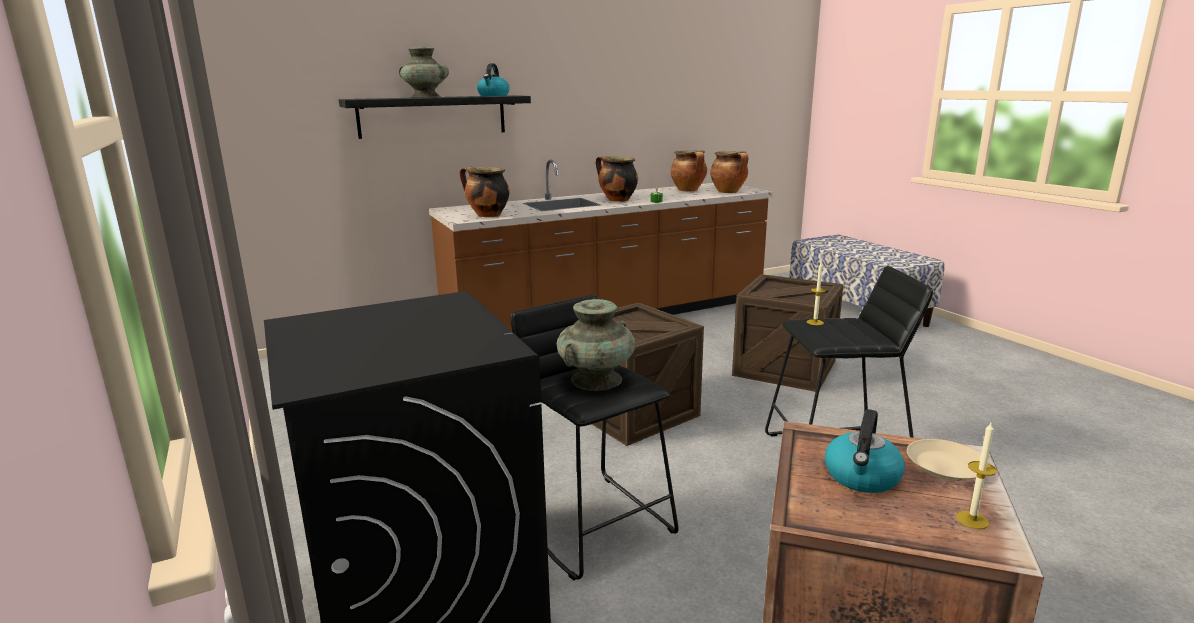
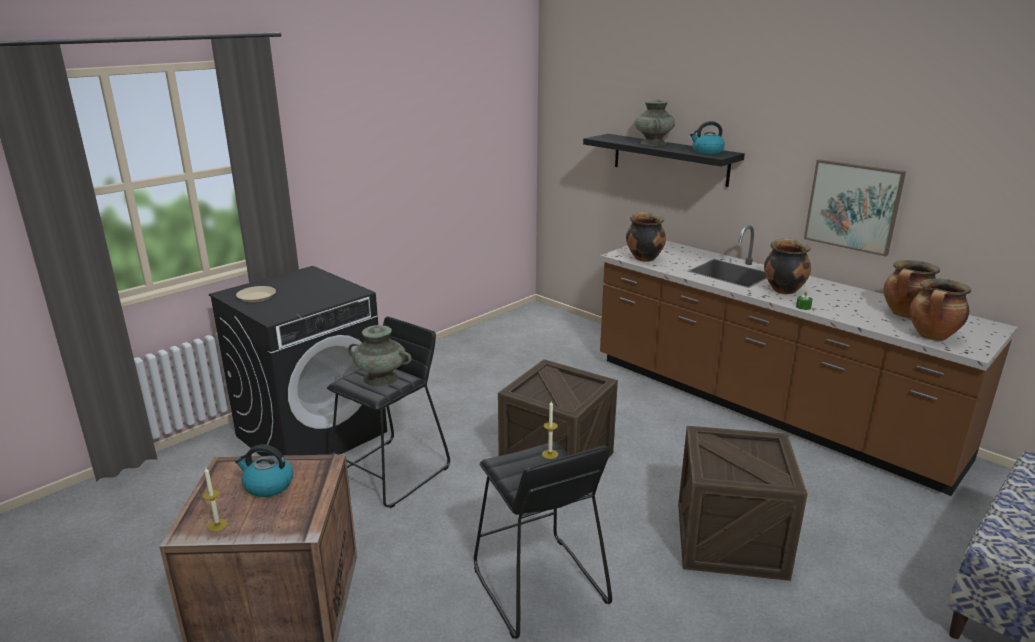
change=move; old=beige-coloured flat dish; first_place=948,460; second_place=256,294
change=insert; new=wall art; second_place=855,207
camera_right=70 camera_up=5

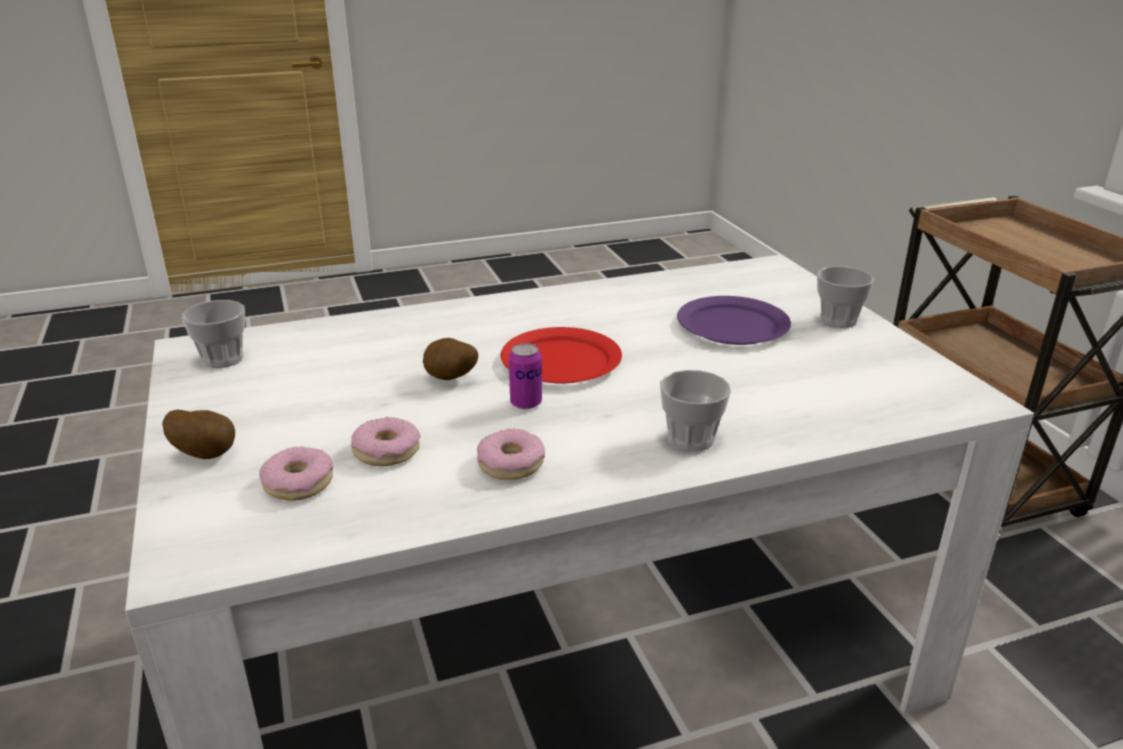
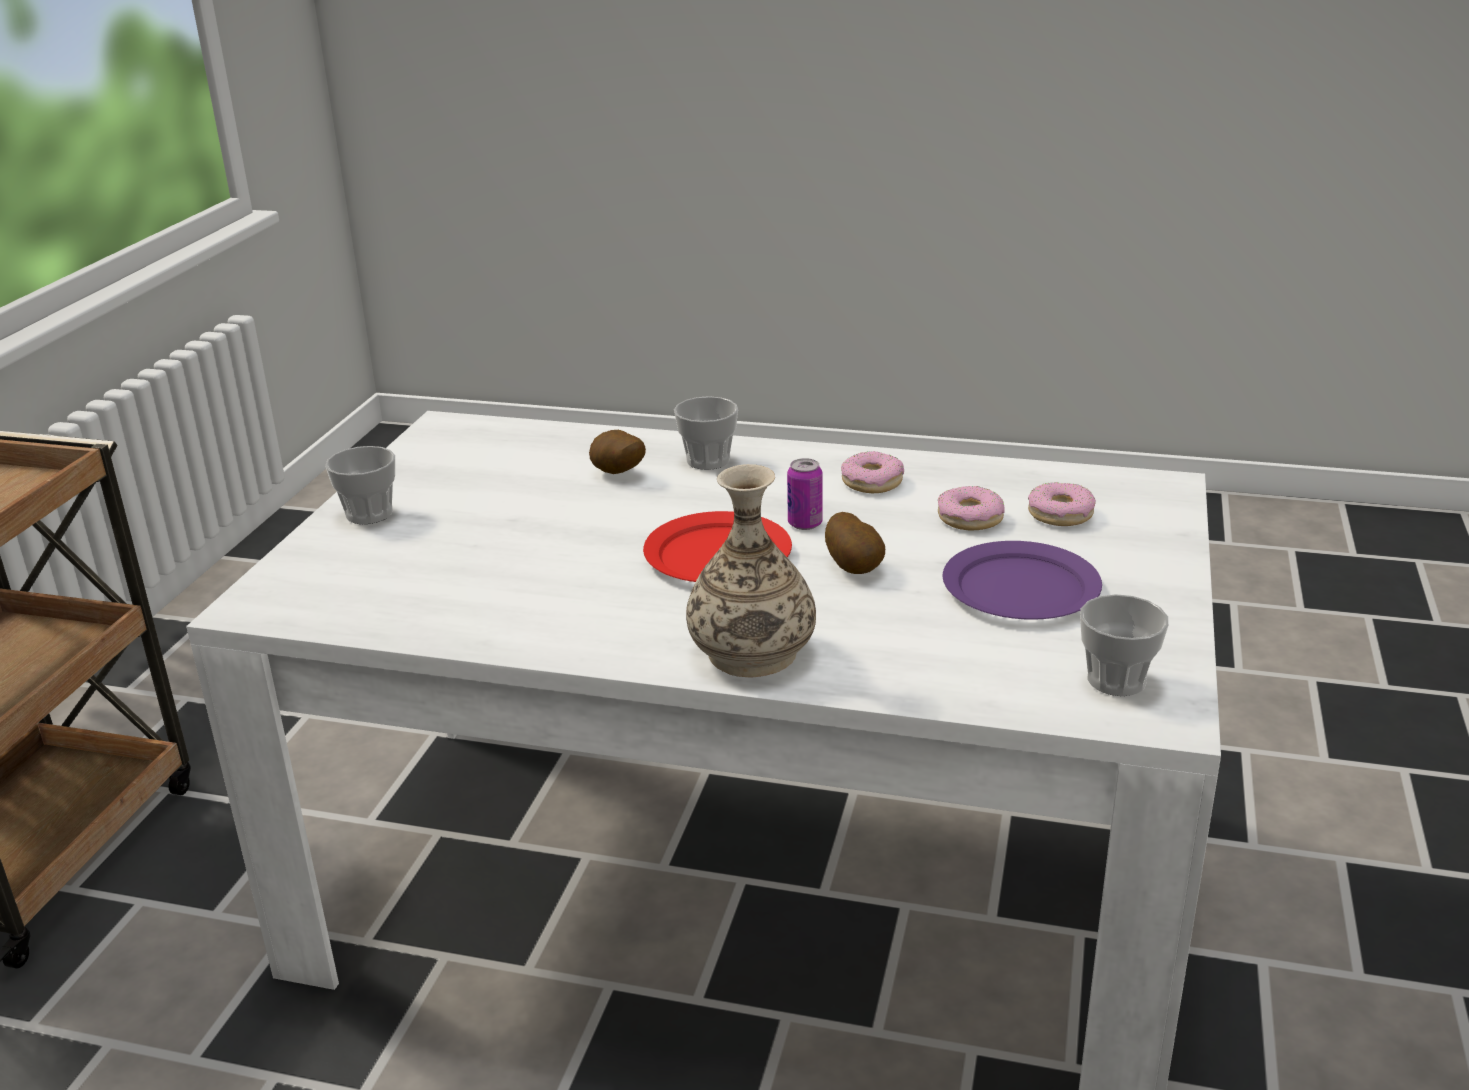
change=move; old=potato; first_place=198,434; second_place=617,452
change=move; old=purple-coloured flat dish; first_place=734,320; second_place=1022,580
change=insert; new=vase; second_place=751,571
camera_right=-145 camera_up=0

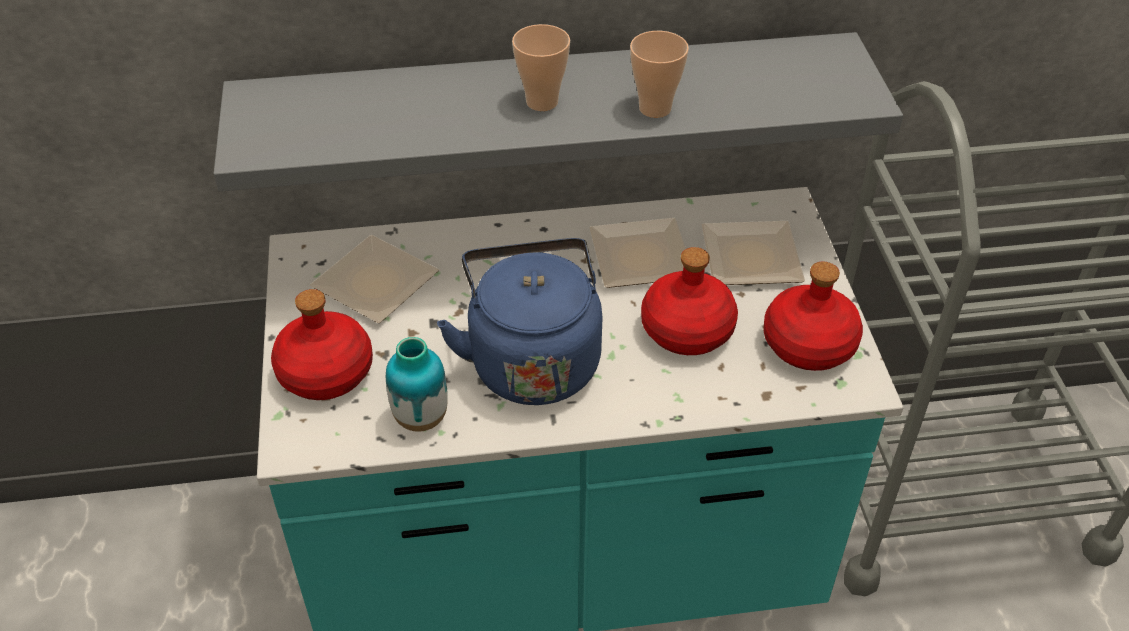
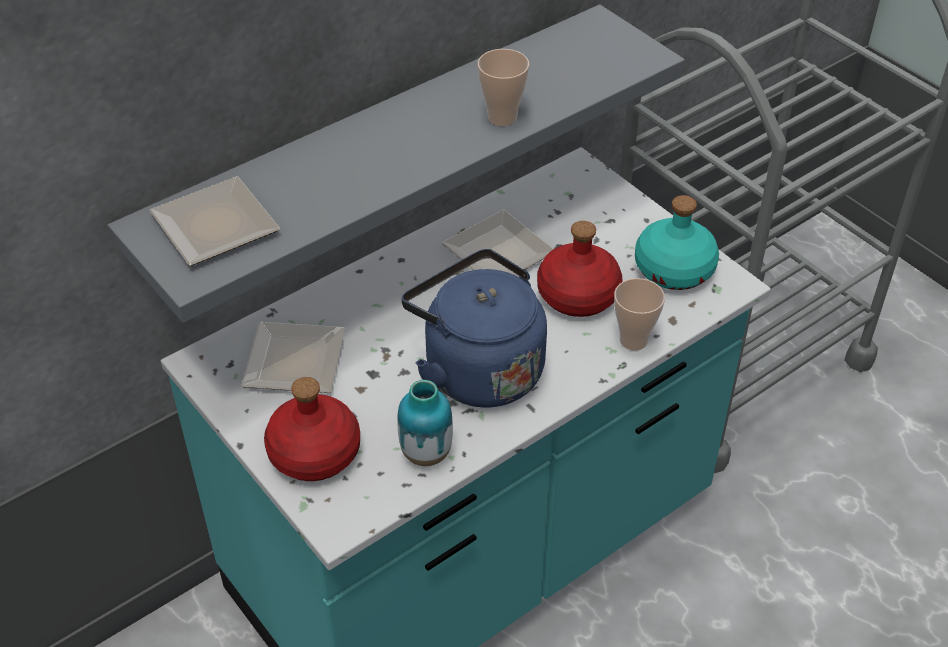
change=move; old=drinking cup; first_place=541,67; second_place=639,314
change=move; old=flat dish; first_place=753,253; second_place=214,221
change=recolor; old=red beverage bottle; new=turquoise beverage bottle; first_place=813,316; second_place=677,242
camera_right=-30 camera_up=0

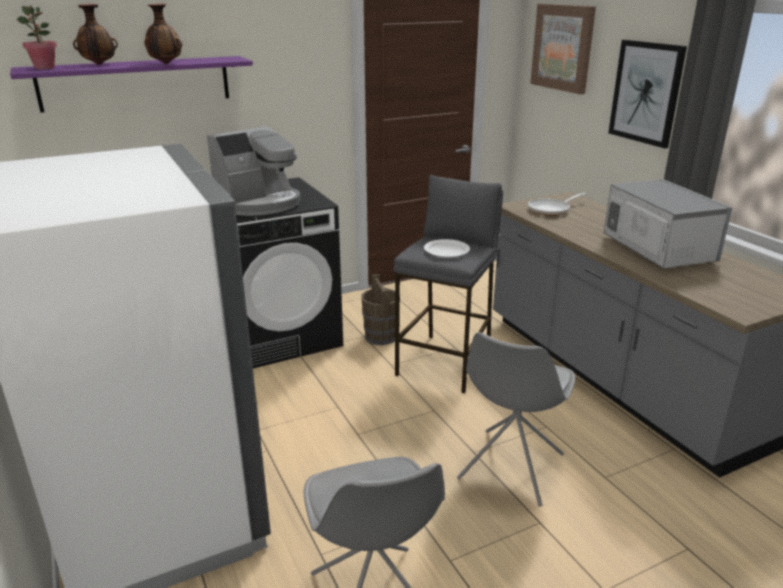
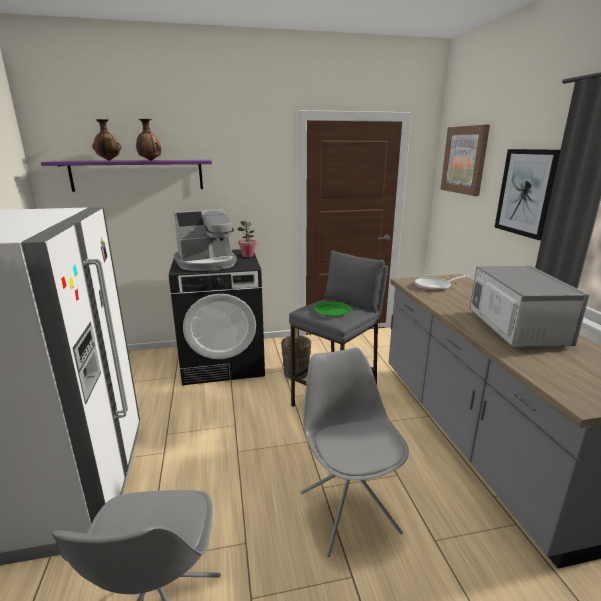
change=move; old=plant in a pot; first_place=36,37; second_place=247,239
change=recolor; old=white-coloured flat dish; new=greenish flat dish; first_place=447,248; second_place=333,309
change=rotate; old=gray plain chair; first_place=516,419; second_place=355,452; degrees=120
camera_right=15 camera_up=-5

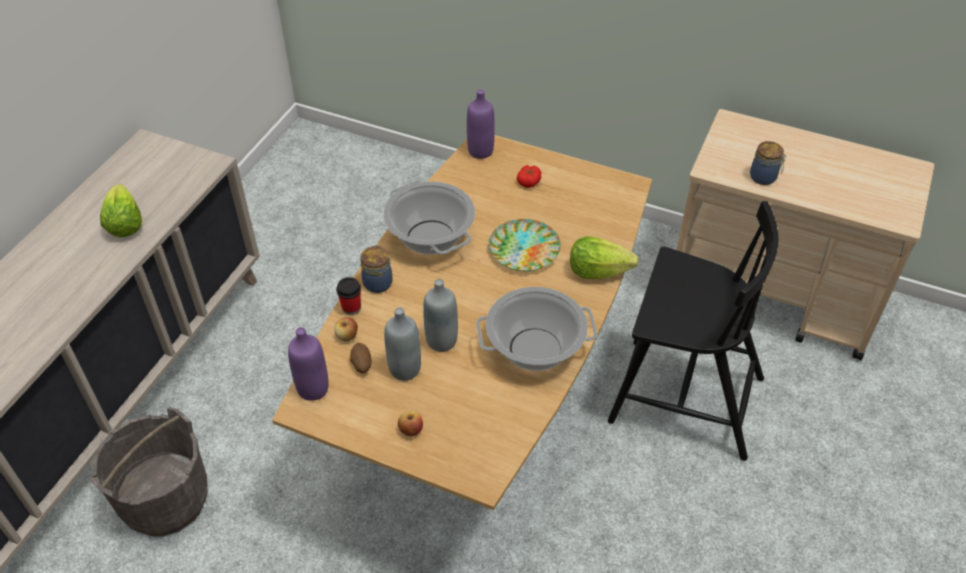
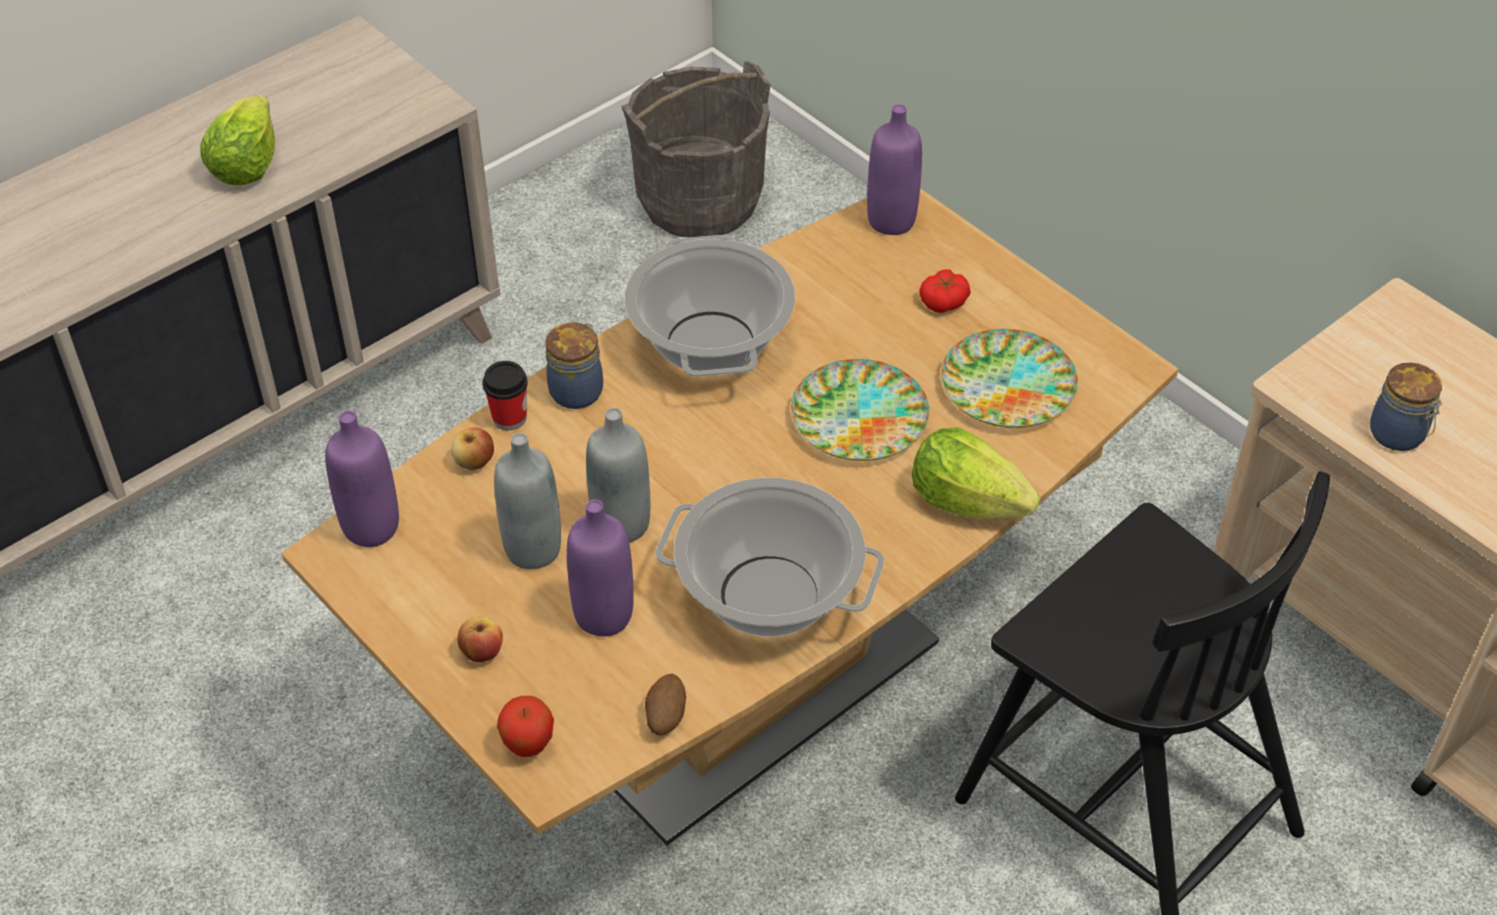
change=move; old=gray pail; first_place=148,472; second_place=696,149
change=move; old=potato; first_place=361,358; second_place=665,705
change=insert; new=whole apple; second_place=525,726
change=insert; new=purple-coloured beverage bottle; second_place=600,567
change=insert; new=flat dish; second_place=1009,378
camera_right=25 camera_up=0

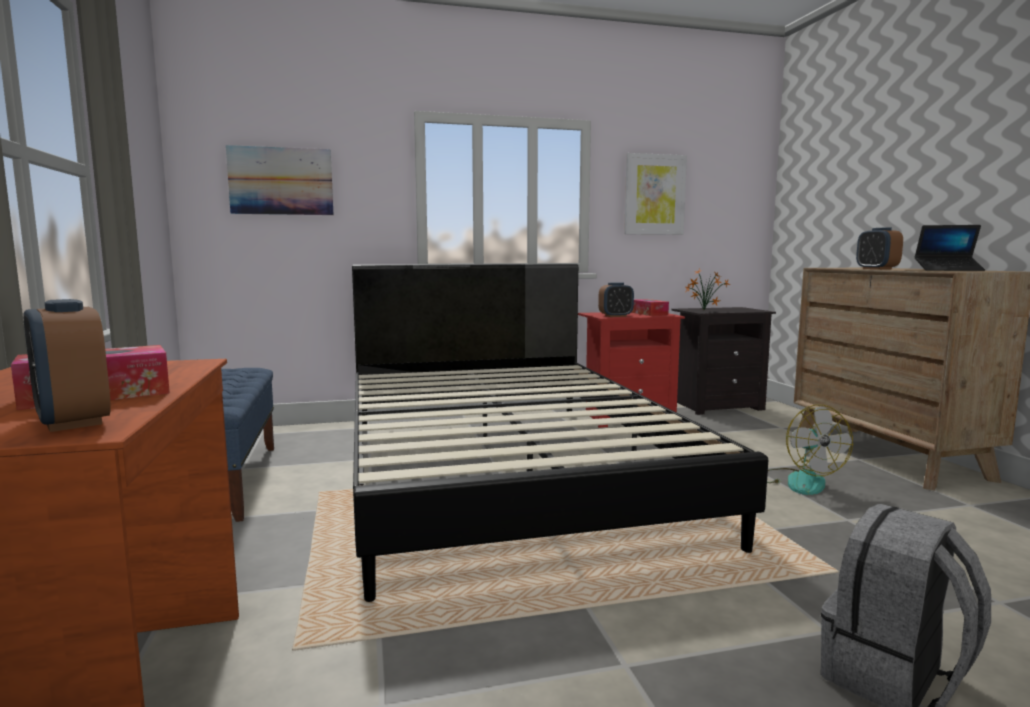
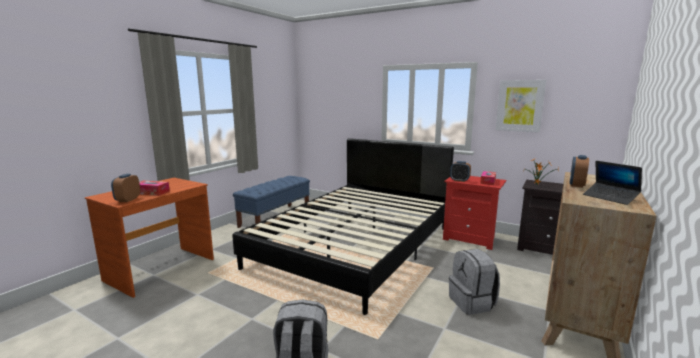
change=delete; old=wall art; first_place=280,180
change=replace; old=cooling fan; new=gray rucksack; first_place=810,450; second_place=474,282
camera_right=45 camera_up=5

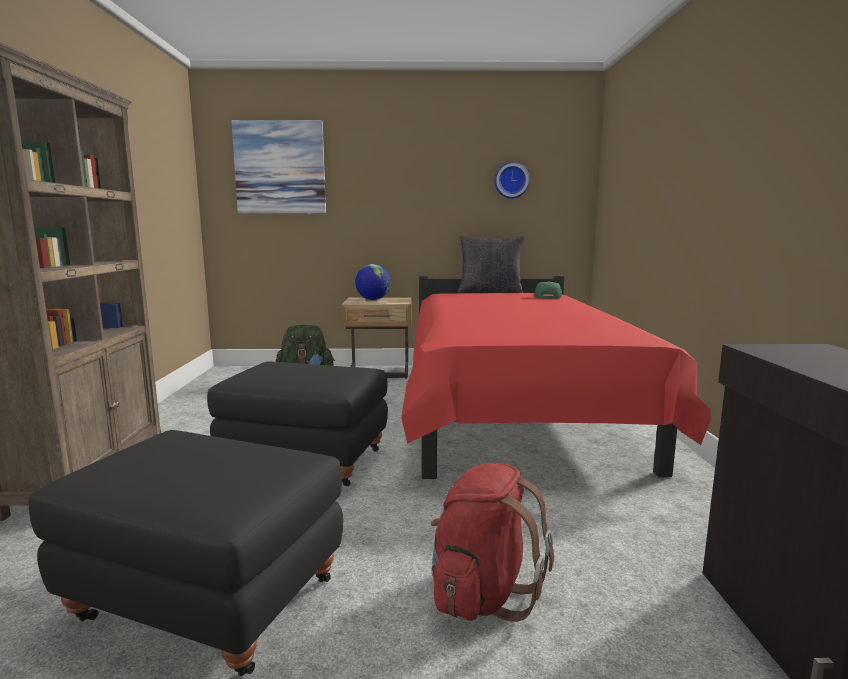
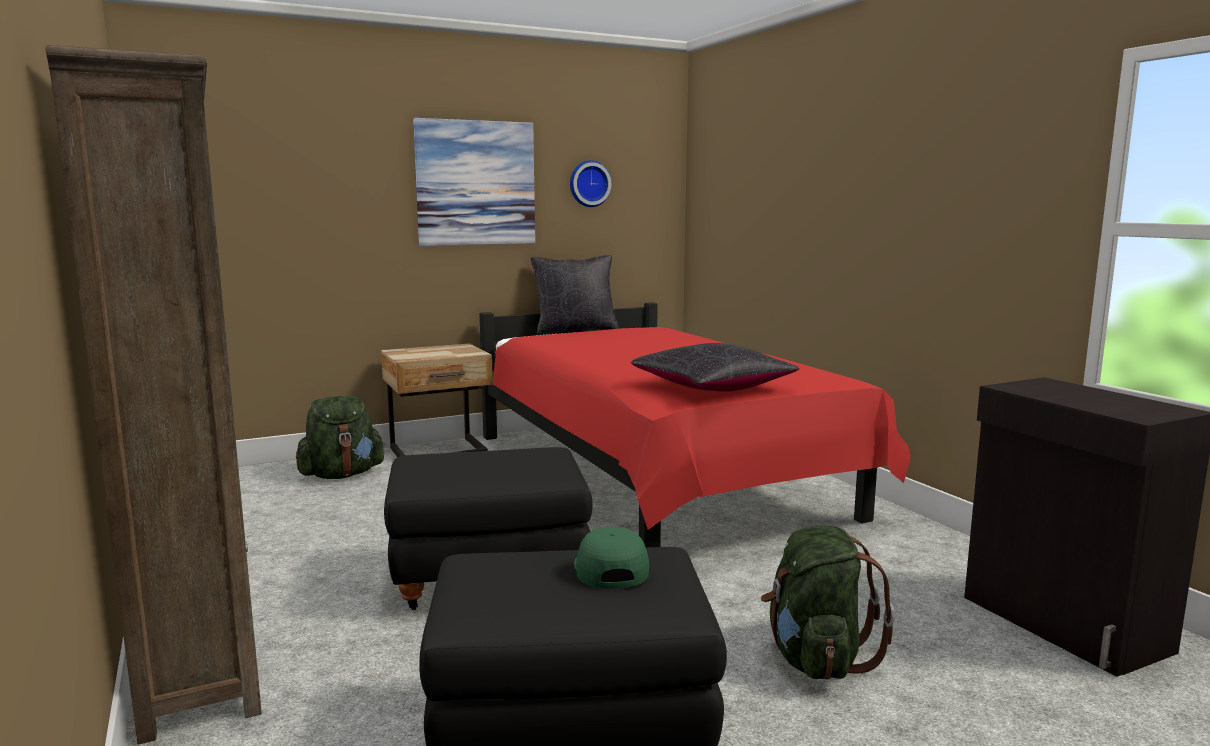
change=move; old=wall art; first_place=278,166; second_place=474,182
change=delete; old=world globe; first_place=373,282
change=recolor; old=red rucksack; new=greenish rucksack; first_place=492,542; second_place=828,602
change=move; old=greenish peaked cap; first_place=548,290; second_place=611,558
change=insert; new=black cushion; second_place=715,367
camera_right=-25 camera_up=0

